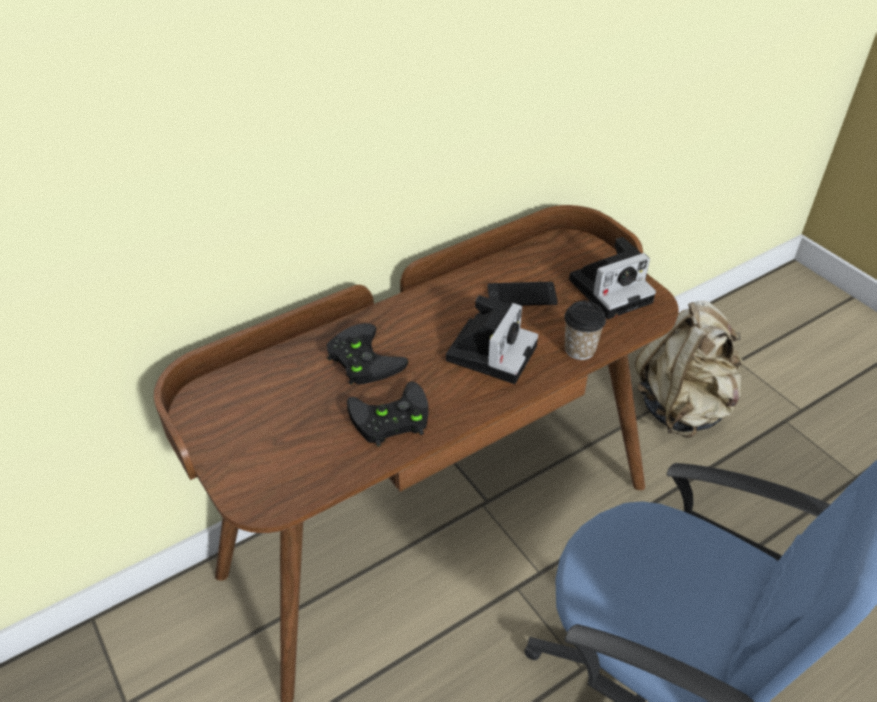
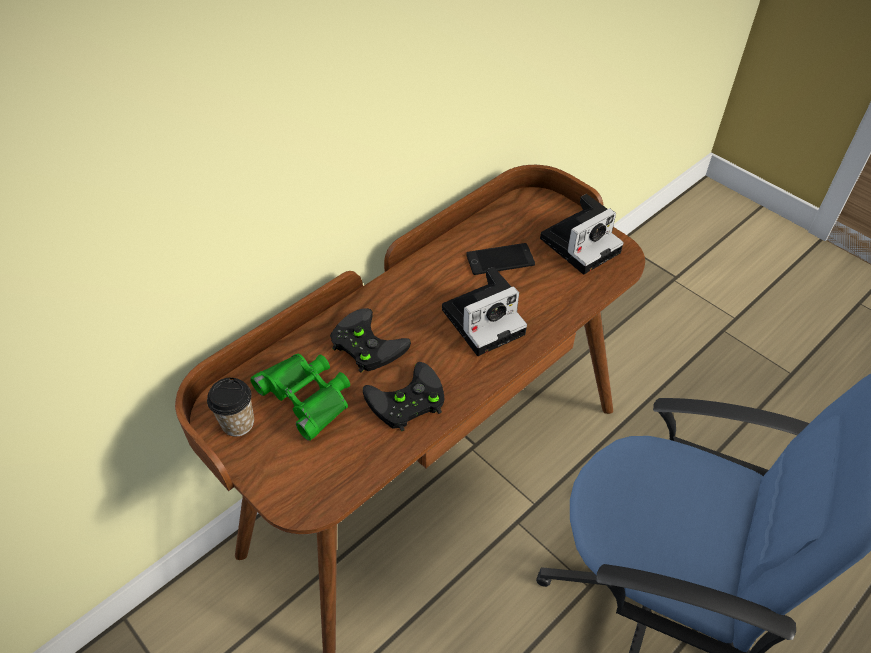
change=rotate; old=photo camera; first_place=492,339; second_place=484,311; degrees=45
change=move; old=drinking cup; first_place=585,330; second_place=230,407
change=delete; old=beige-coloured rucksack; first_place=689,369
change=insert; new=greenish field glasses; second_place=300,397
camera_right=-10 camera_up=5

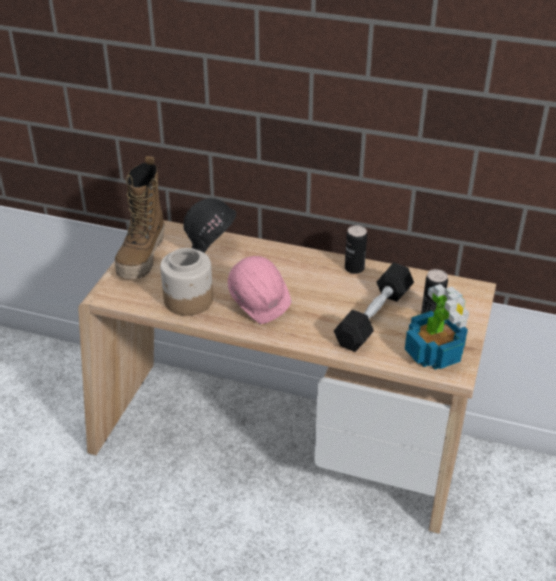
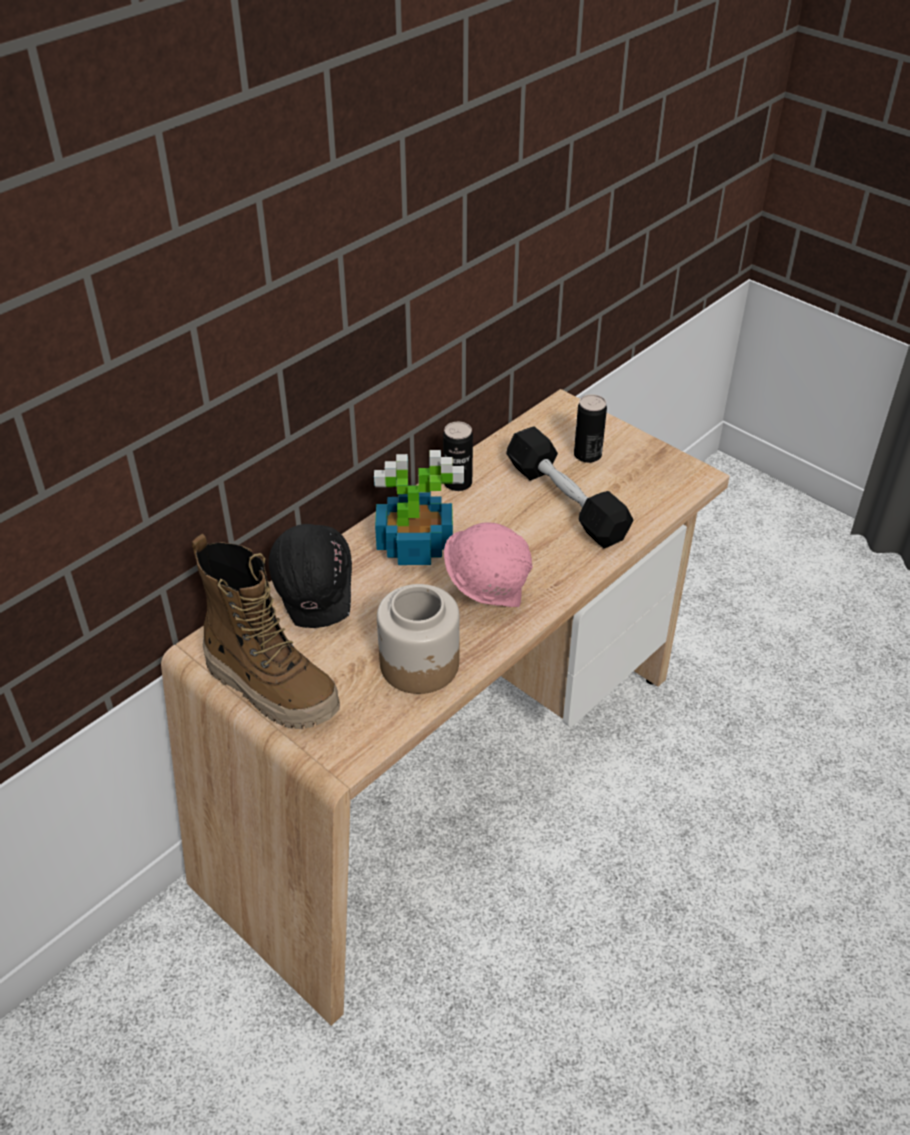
change=move; old=plant in a pot; first_place=437,327; second_place=419,507
camera_right=-65 camera_up=5

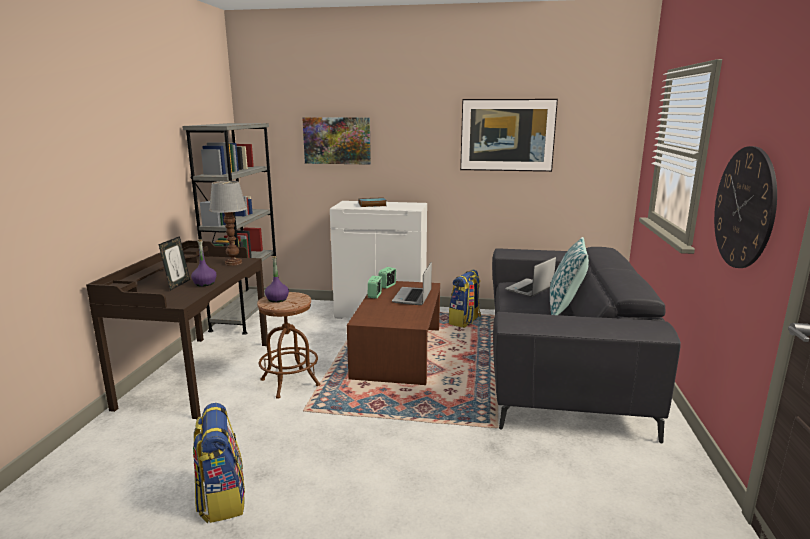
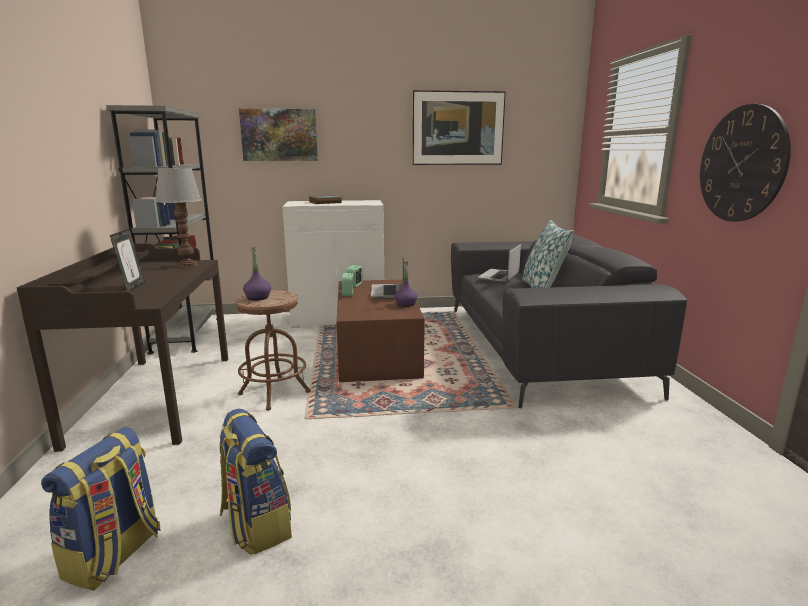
change=move; old=purple-coloured beverage bottle; first_place=204,262; second_place=406,284
change=move; old=rucksack; first_place=465,299; second_place=101,509
camera_right=-15 camera_up=0

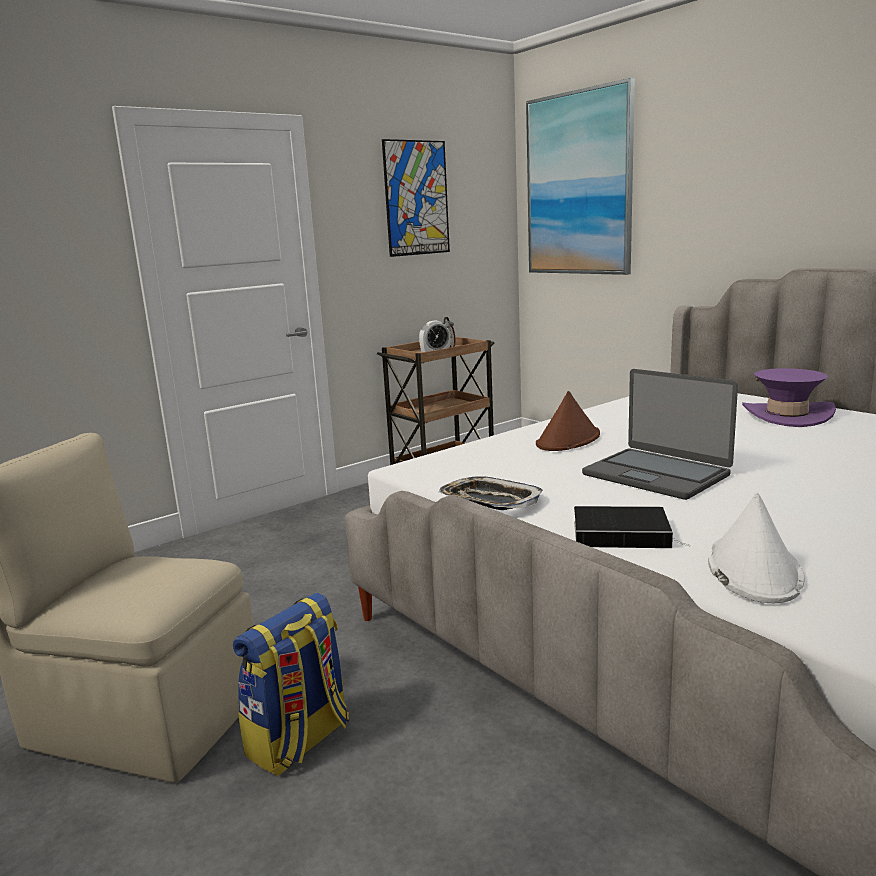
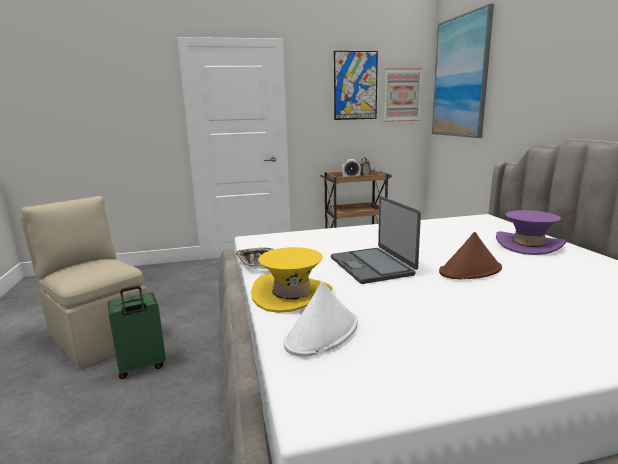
change=replace; old=rucksack; new=greenish travel case; first_place=291,684; second_place=137,332
change=move; old=brown-coloured clothing hat; first_place=568,421; second_place=470,255
change=replace; old=book; new=yellow clothing hat; first_place=631,527; second_place=291,280
change=insert; new=wall art; second_place=403,95
camera_right=25 camera_up=0

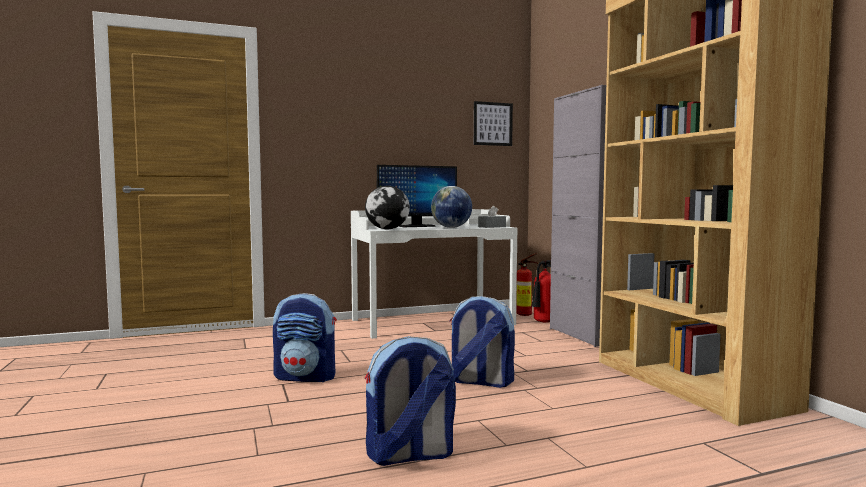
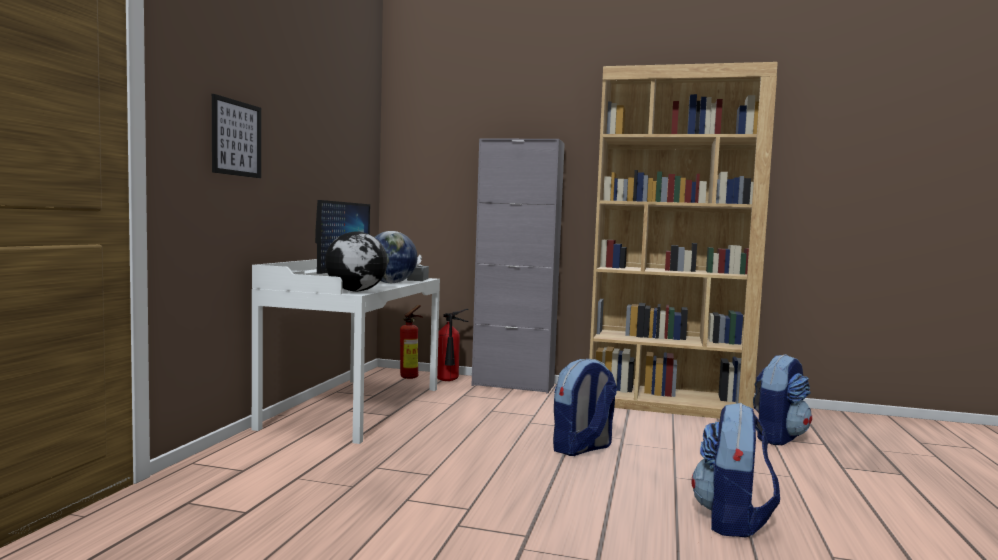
change=move; old=rucksack; first_place=305,337; second_place=782,399
change=move; old=wall art; first_place=493,123; second_place=236,136
camera_right=-55 camera_up=0

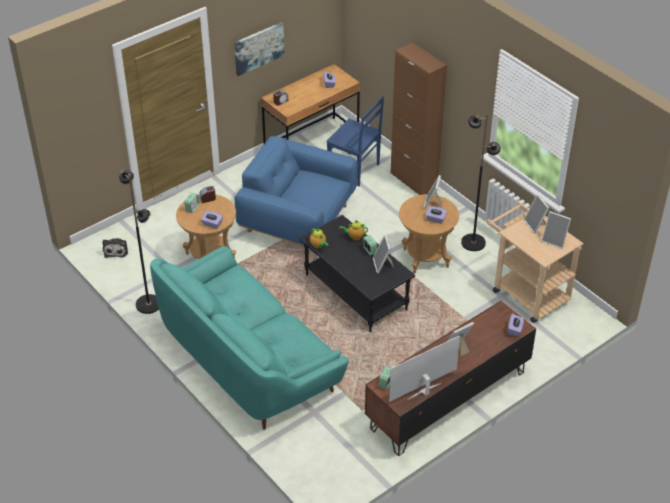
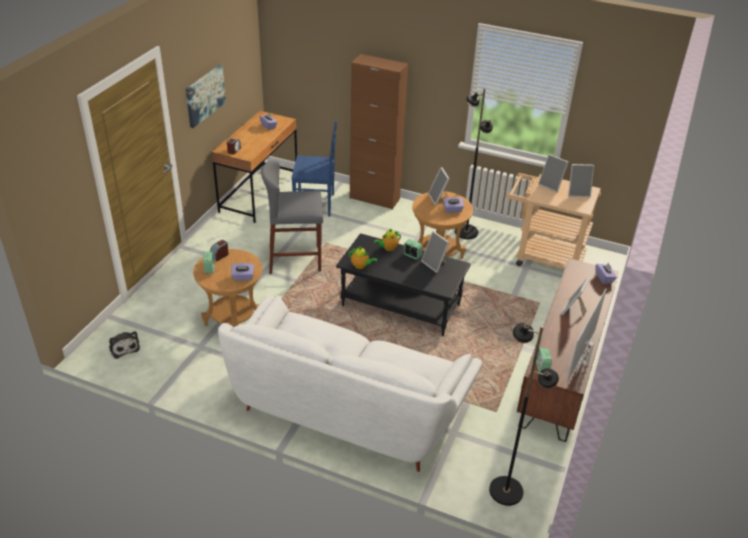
change=move; old=black standard lamp; first_place=139,242; second_place=524,414
change=recolor; old=turquoise couch; new=white-coloured couch; first_place=249,338; second_place=350,383
change=replace; old=blue-coloured armchair; new=gray stool seat; first_place=296,191; second_place=292,217
camera_right=-30 camera_up=-5

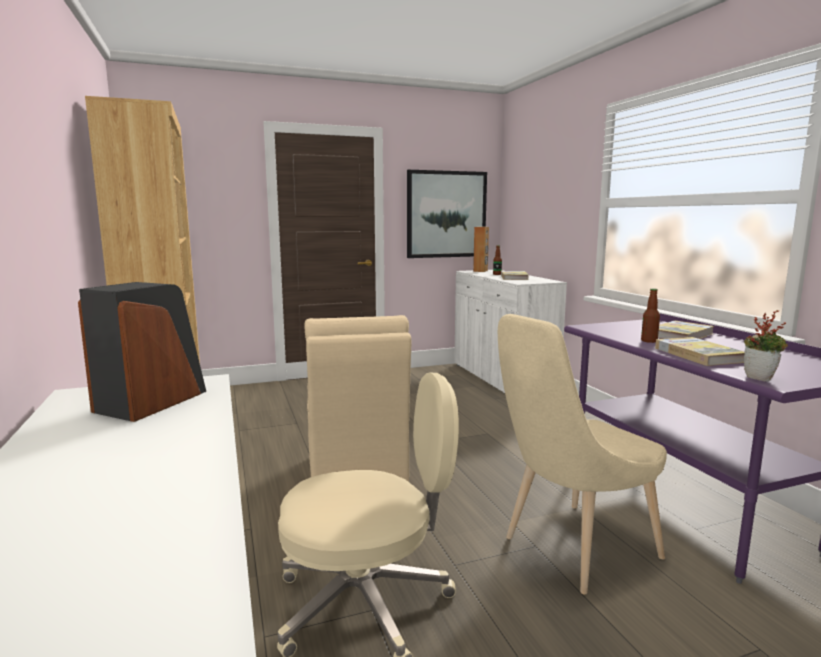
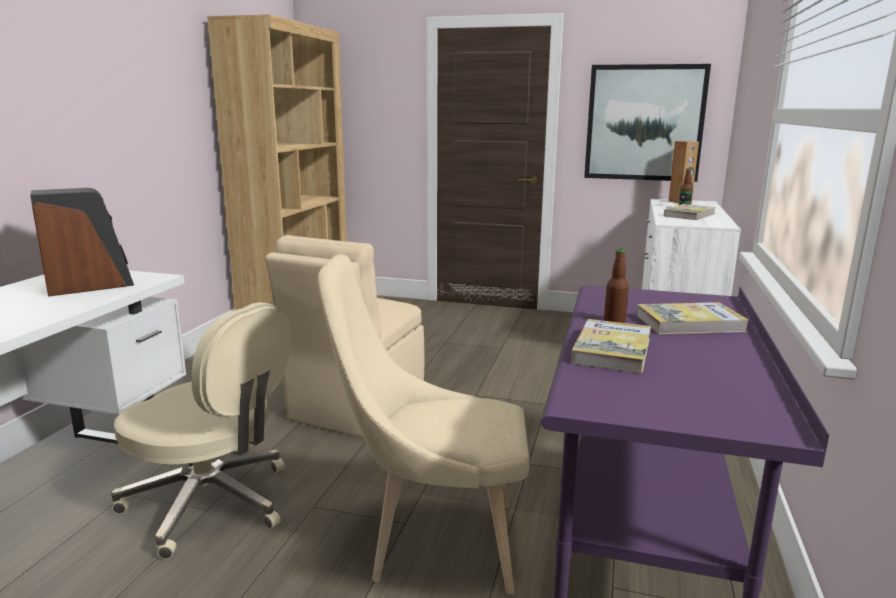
change=delete; old=plant in a pot; first_place=766,345
camera_right=35 camera_up=5

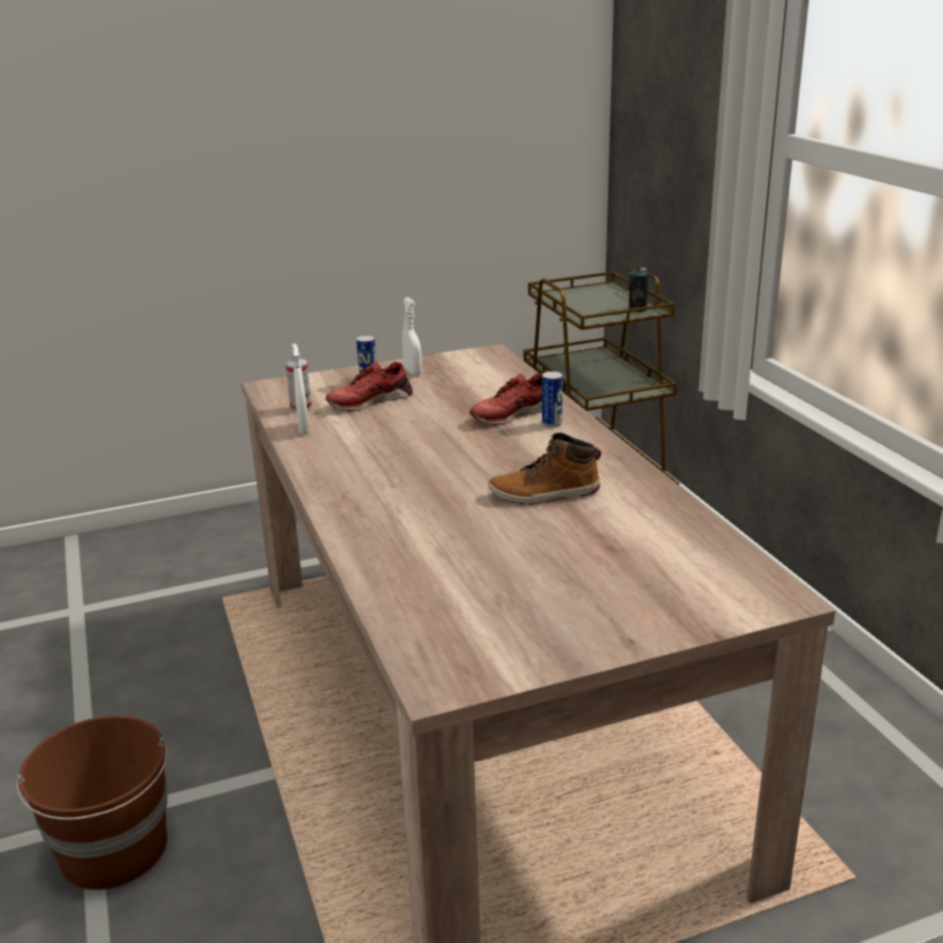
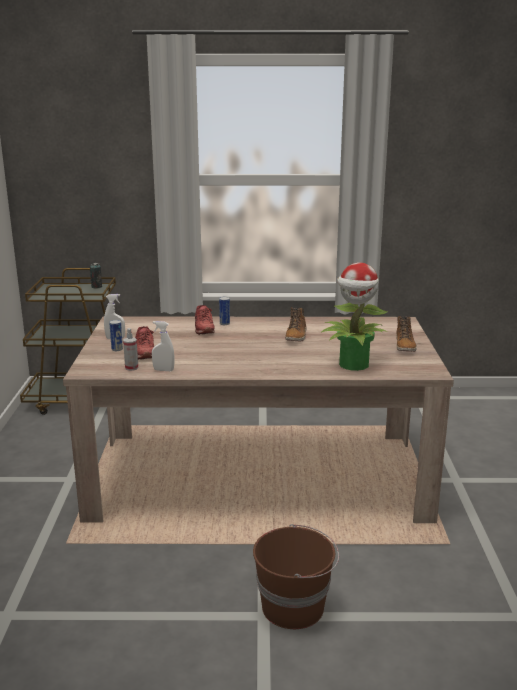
change=insert; new=plant in a pot; second_place=354,316
change=insert; new=high-top boot; second_place=406,334
camera_right=-70 camera_up=-5

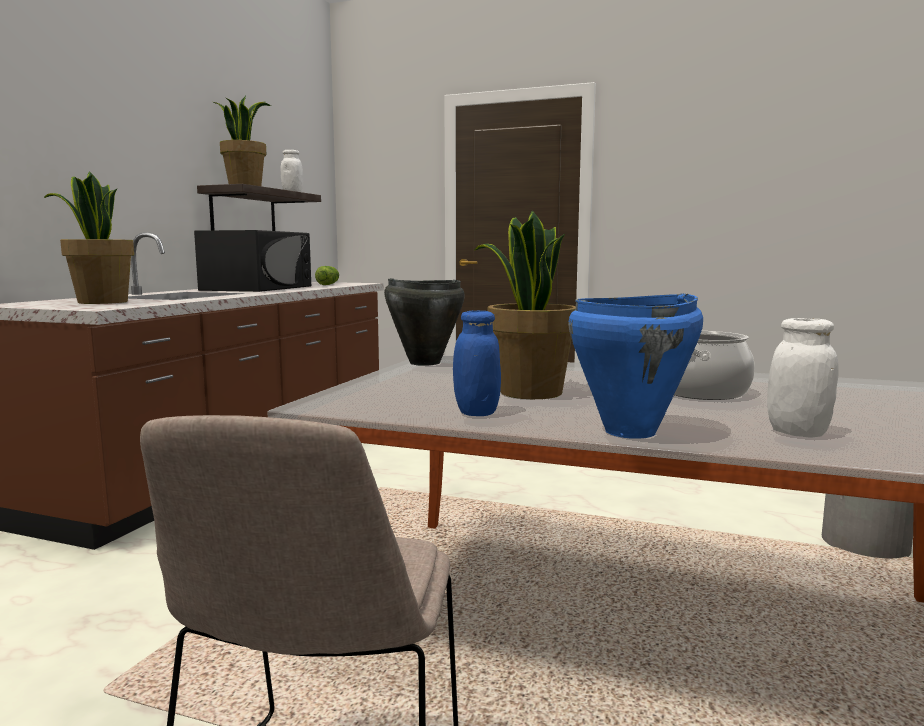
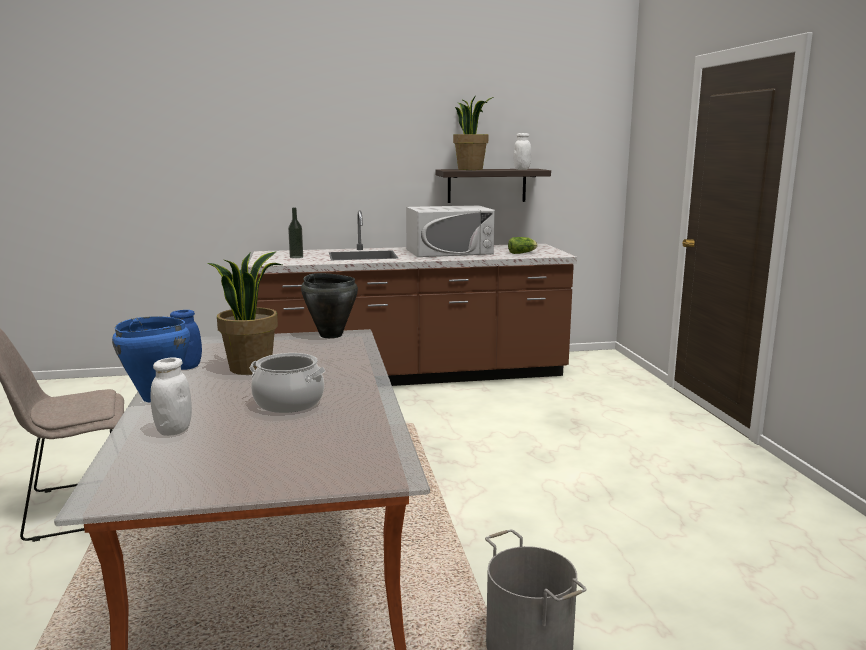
change=replace; old=plant in a pot; new=beverage bottle; first_place=89,237; second_place=295,233
change=recolor; old=black microwave; new=white-coloured microwave; first_place=252,261; second_place=450,231
camera_right=60 camera_up=5

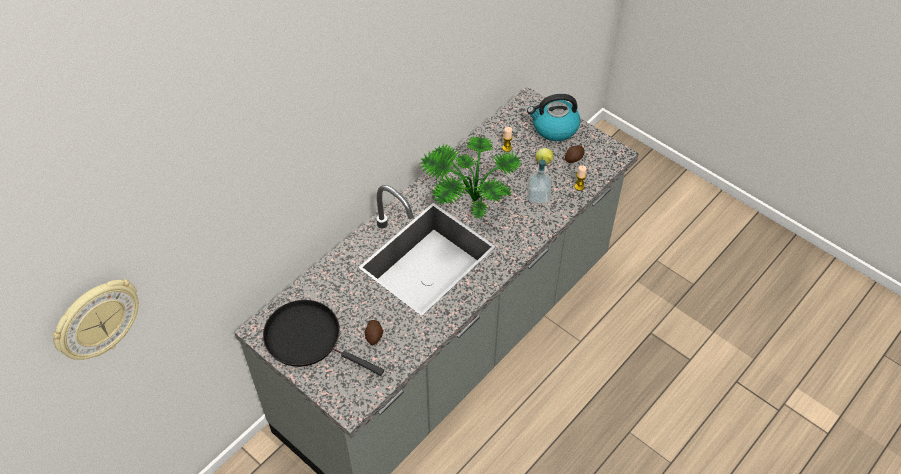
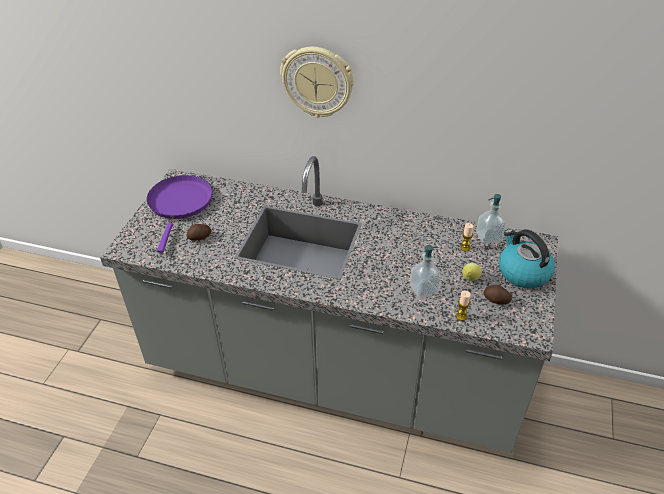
change=move; old=clock on the wall; first_place=95,319; second_place=317,82
change=recolor; old=black pan; new=purple-coloured pan; first_place=323,338; second_place=180,214
change=delete; old=plant in a pot; first_place=471,177
change=insert; new=soap bottle; second_place=491,219
camera_right=65 camera_up=-10

